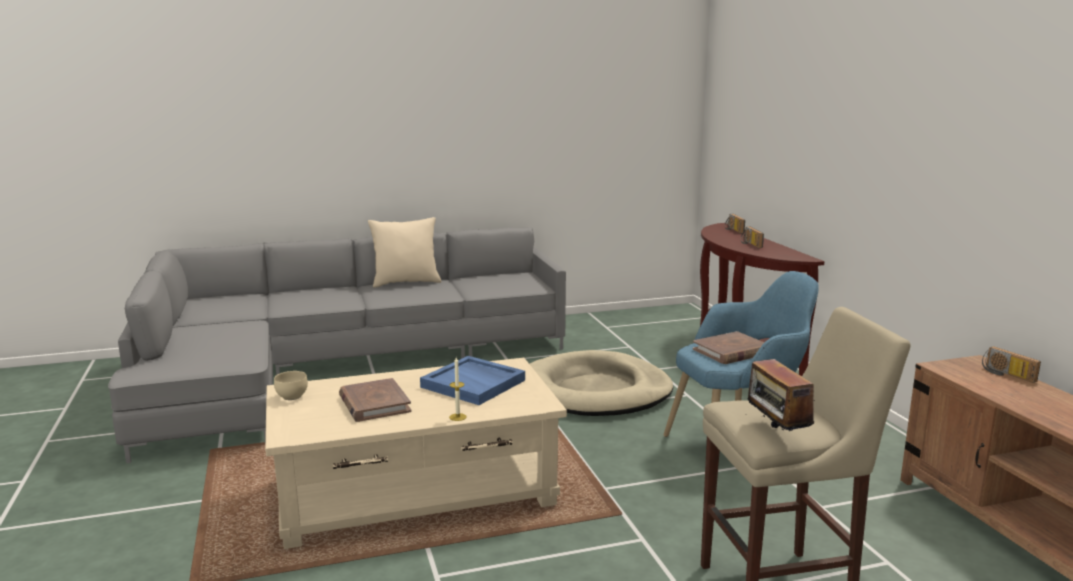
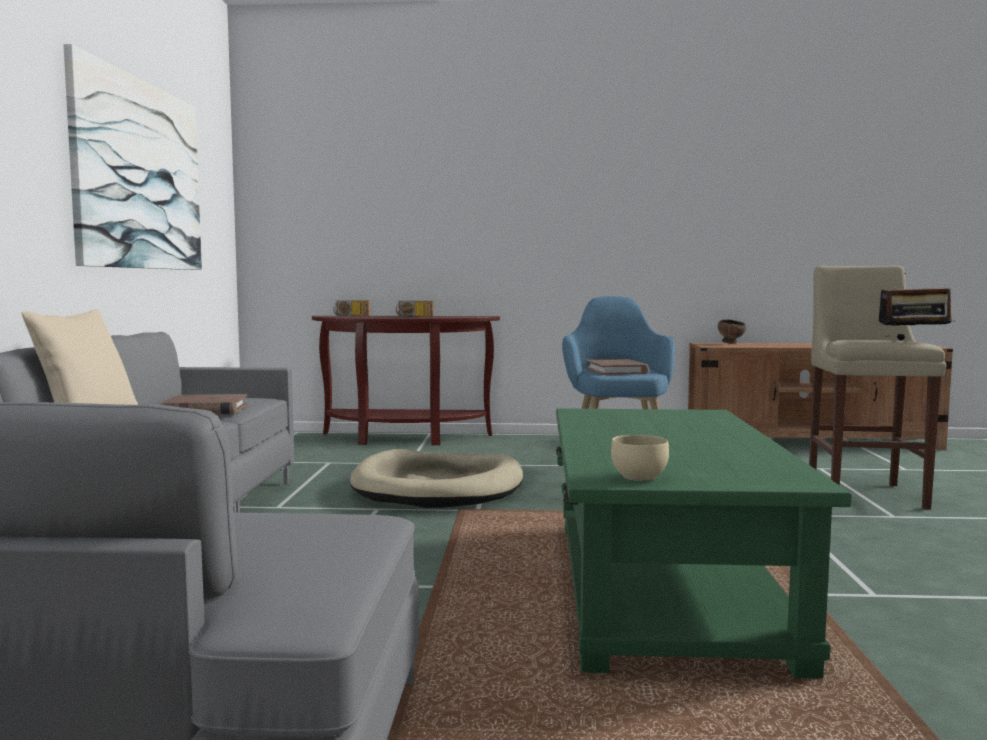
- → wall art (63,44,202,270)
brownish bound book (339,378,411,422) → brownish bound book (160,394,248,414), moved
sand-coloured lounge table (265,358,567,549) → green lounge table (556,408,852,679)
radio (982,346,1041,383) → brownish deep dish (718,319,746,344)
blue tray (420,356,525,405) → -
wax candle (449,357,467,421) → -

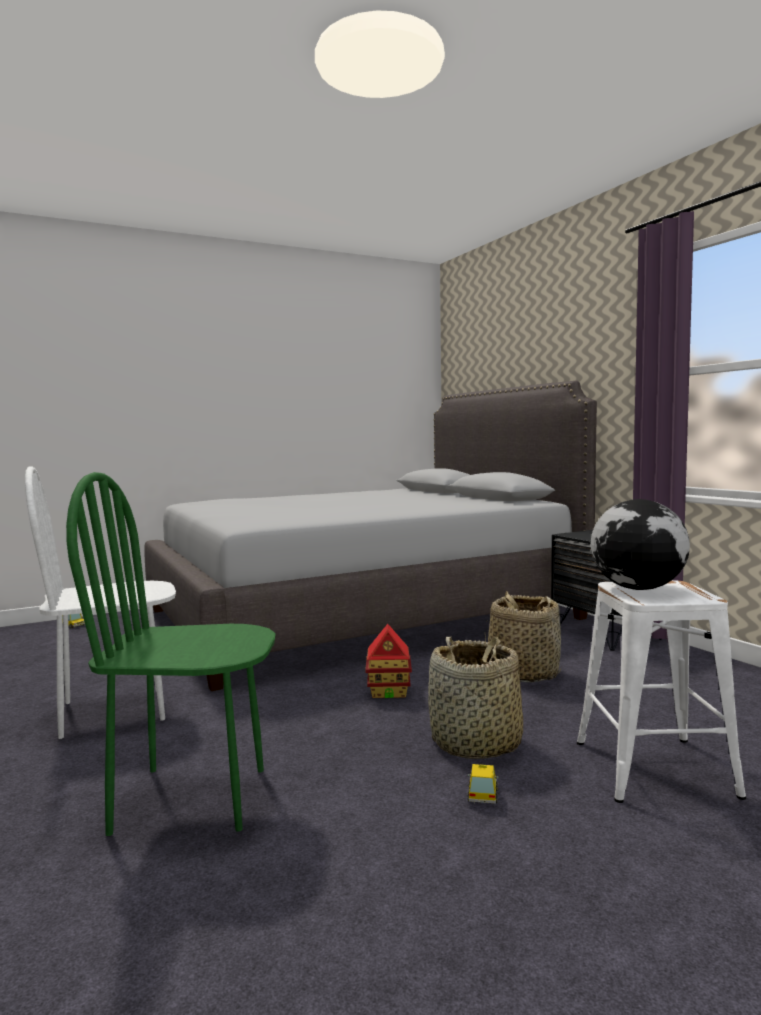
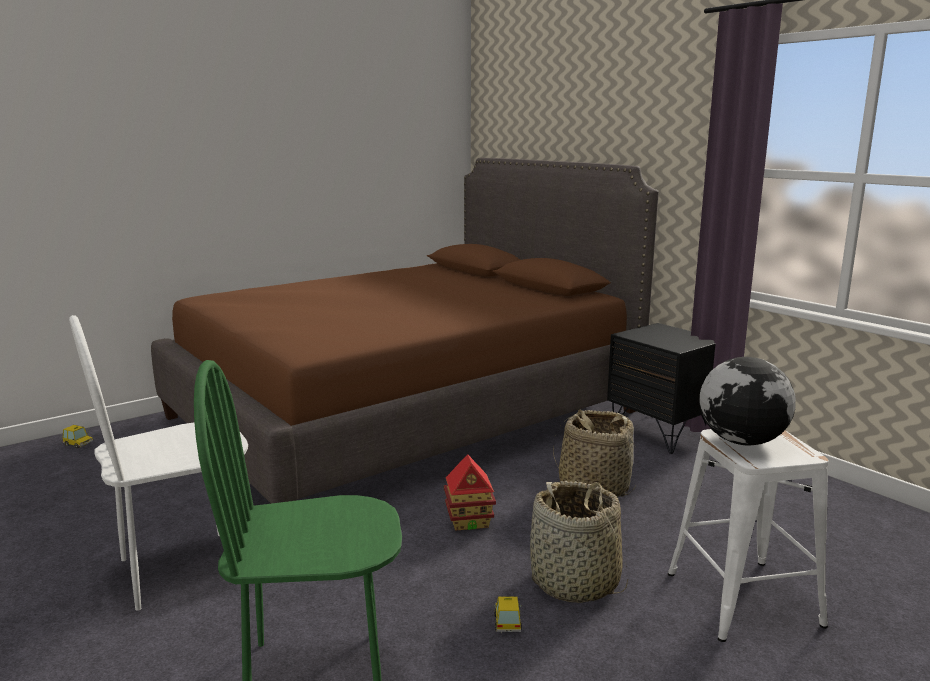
grey bedroom bed (144,381,597,691) → brownish bedroom bed (151,158,659,504)
toy car (467,764,499,804) → toy car (493,596,522,633), moved

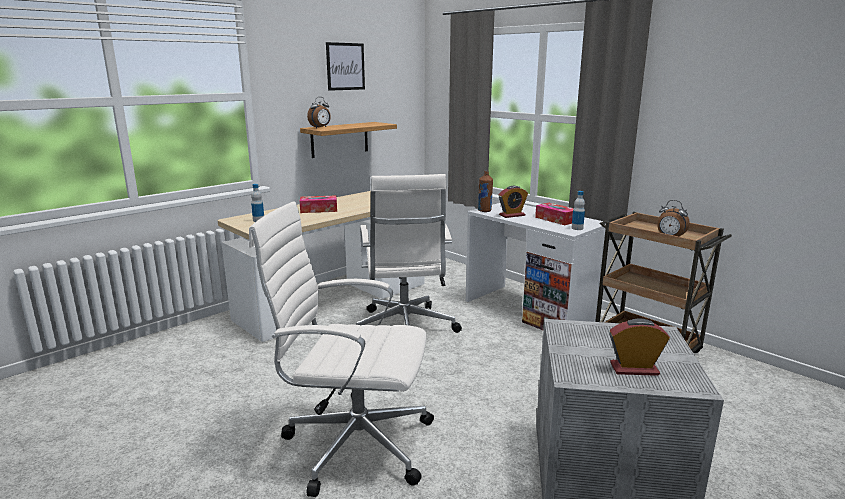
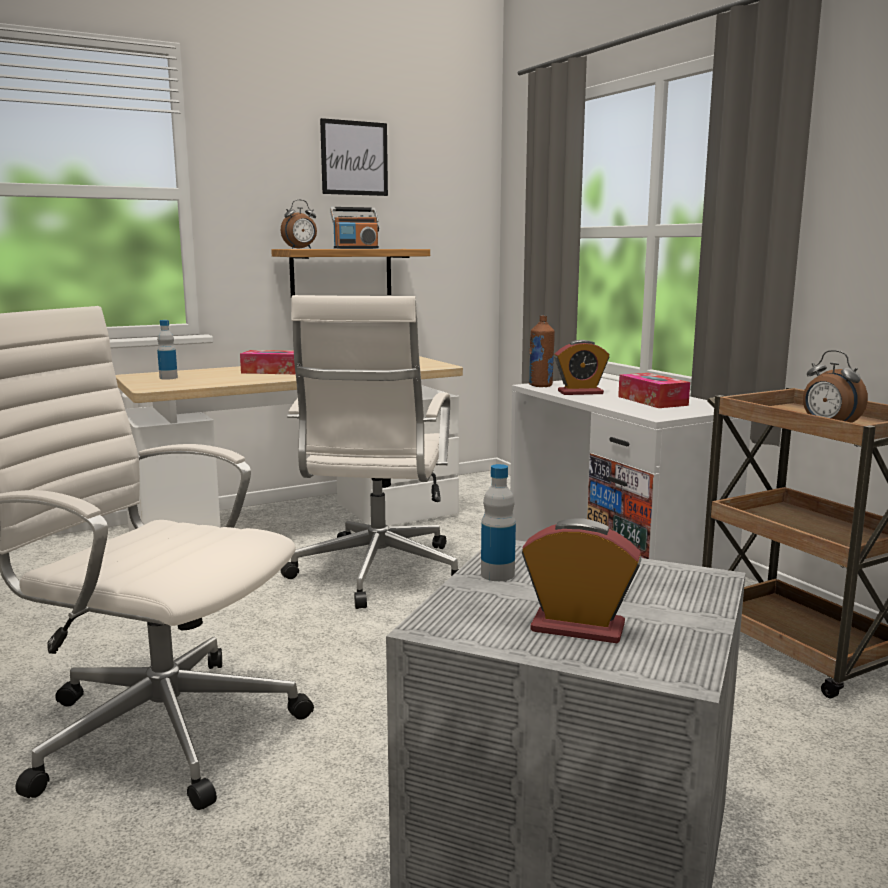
- → radio (330,207,379,249)
drink bottle (572,191,585,230) → drink bottle (481,464,516,581), moved

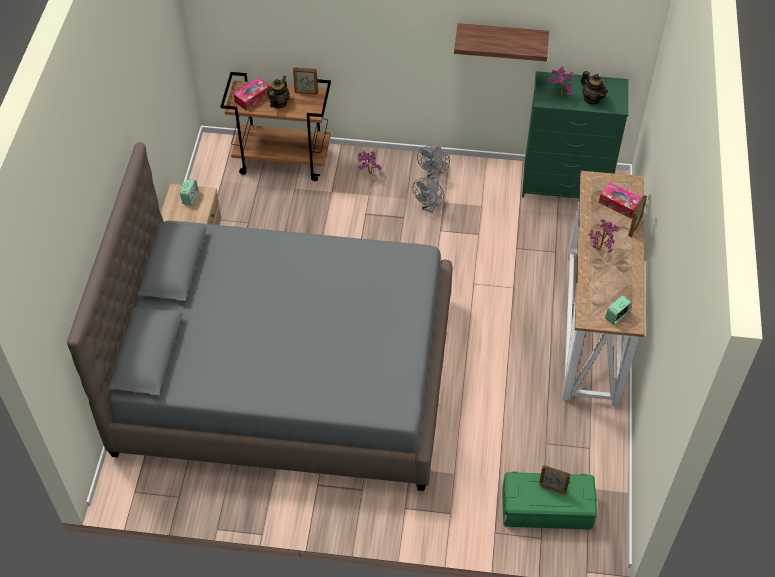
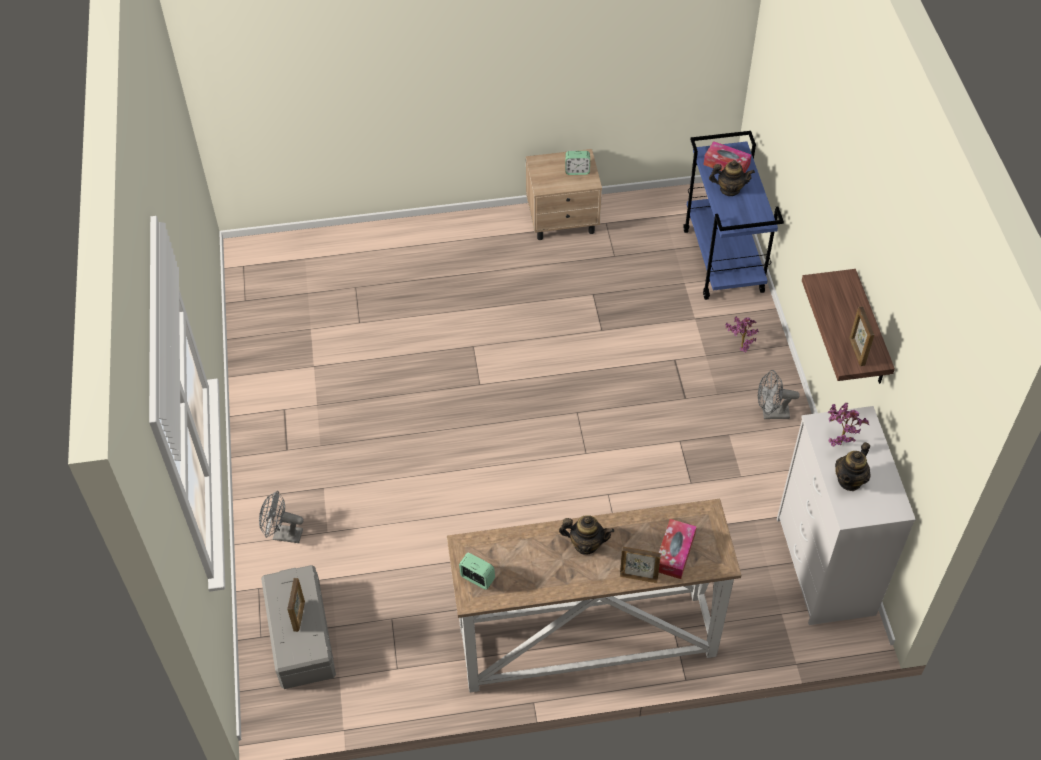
grey electric fan (413,178,444,213) → grey electric fan (259,490,304,543), moved
green storage container (502,472,597,529) → grey storage container (261,565,336,689)
plant in a pot (588,219,620,253) → pot for tea (559,515,614,555)
brownish wheeled cart (220,72,331,181) → blue wheeled cart (683,131,784,300)
green dresser (522,71,629,198) → white-coloured dresser (777,406,916,625)
picture frame (293,67,318,95) → picture frame (849,306,874,366), moved
grey bedroom bed (67,142,453,491) → -

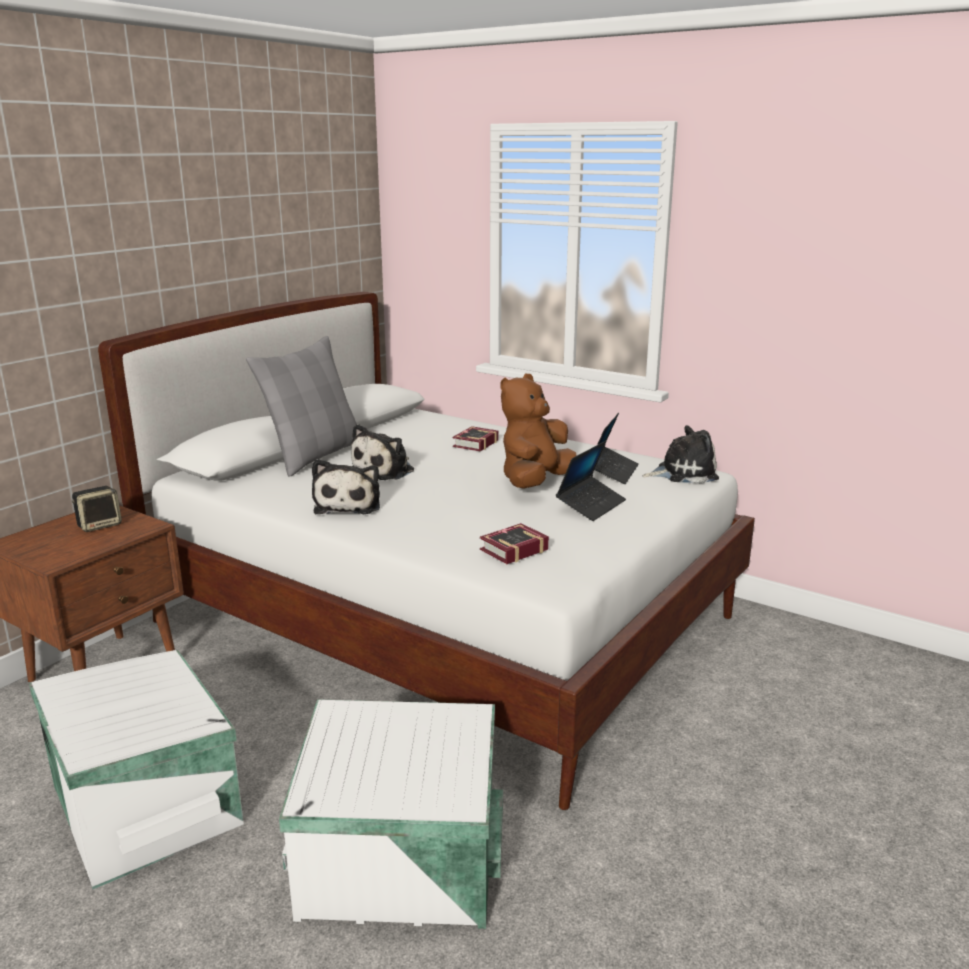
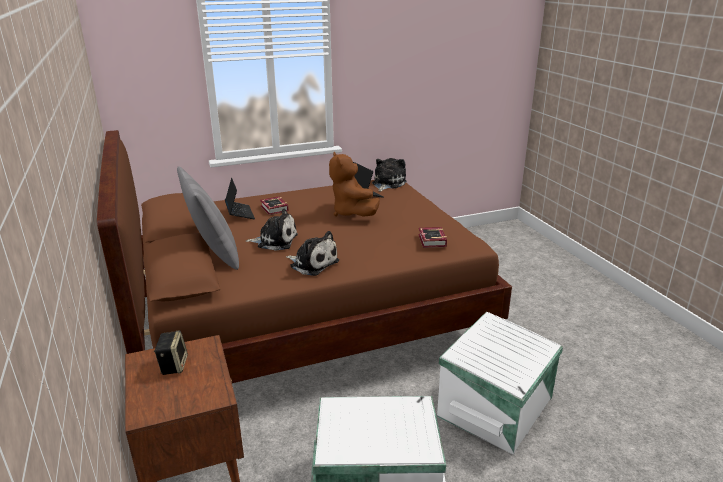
white-coloured bedroom bed (98,292,755,810) → brownish bedroom bed (97,130,512,383)
notebook computer (556,441,626,521) → notebook computer (225,178,255,219), moved
plush toy (351,424,414,480) → plush toy (246,209,298,251), 60 degrees counterclockwise

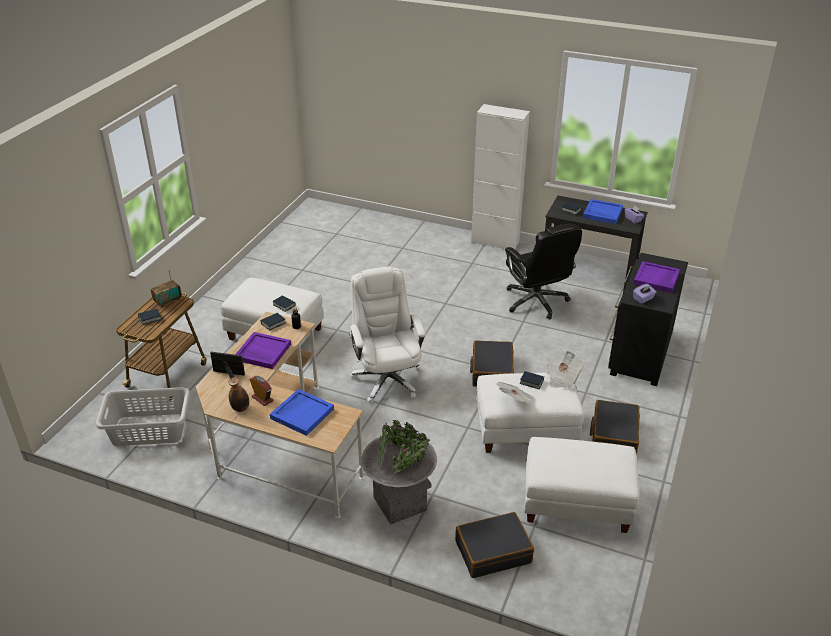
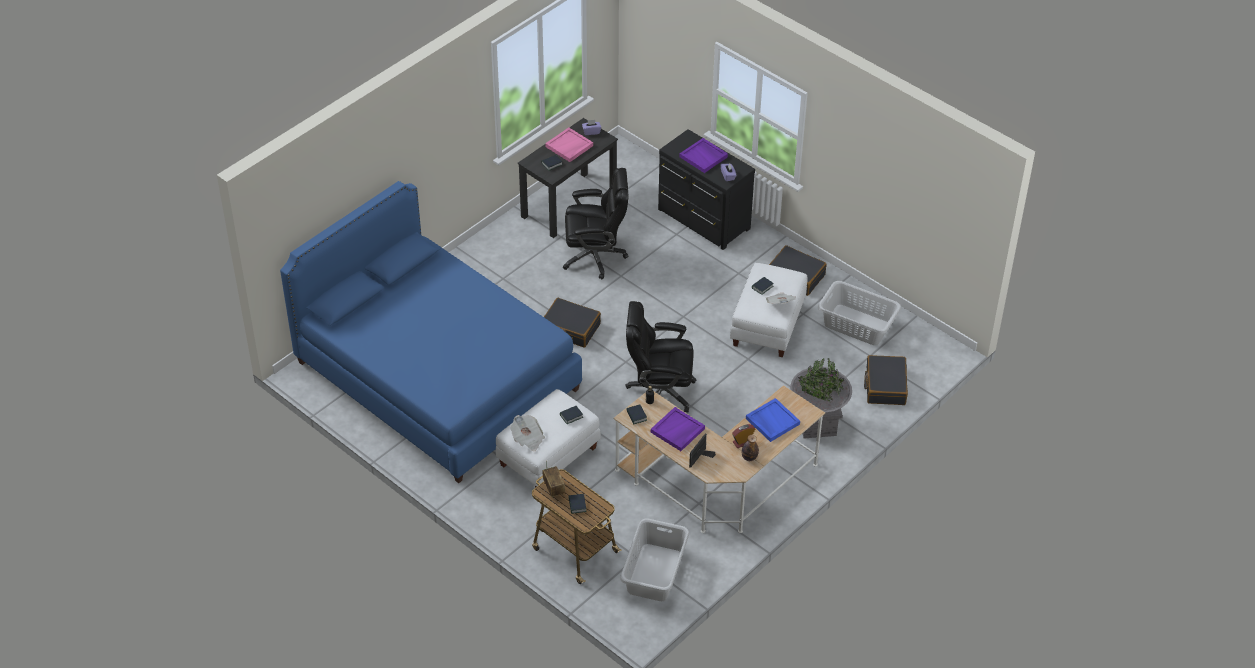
- → blue bedroom bed (280,181,582,483)
newspaper (547,351,584,388) → newspaper (510,415,545,451), moved
black-coloured suitcase (470,340,514,387) → black-coloured suitcase (544,298,601,348), moved
blue tray (583,199,623,224) → pink-coloured tray (545,128,593,162)
white-coloured desk chair (349,266,426,403) → black-coloured desk chair (625,301,697,413)
white-coloured footrest (524,437,640,533) → grey hamper (818,281,901,345)
white-coloured storage cabinet (471,104,530,249) → -

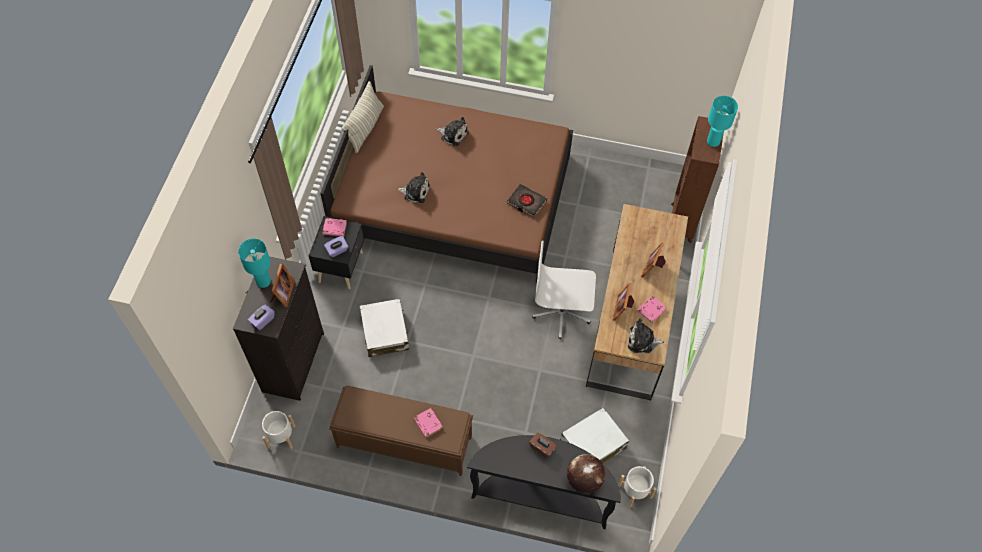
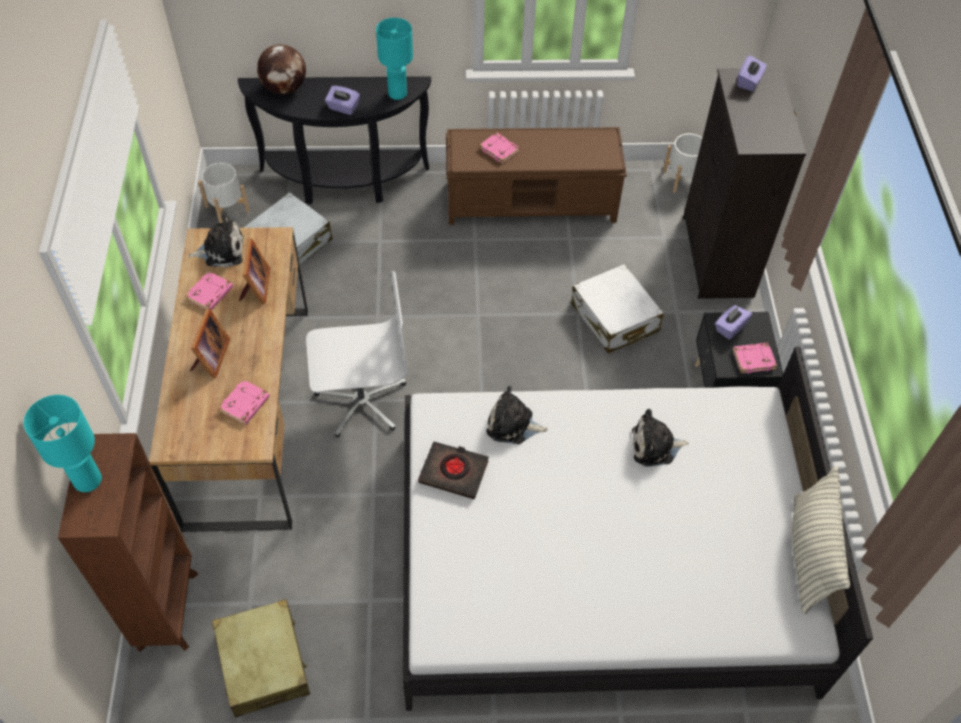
- → sand-coloured suitcase (212,599,310,718)
- → pink-coloured bound book (219,379,270,425)
brownish box of tissues (529,433,556,458) → purplish box of tissues (325,86,360,115)
turquoise tabletop lamp (238,238,271,288) → turquoise tabletop lamp (376,18,413,100), moved
brownish bedroom bed (320,65,573,285) → white-coloured bedroom bed (403,347,873,711)
plush toy (437,117,469,146) → plush toy (486,386,548,444), moved
picture frame (270,263,295,307) → -

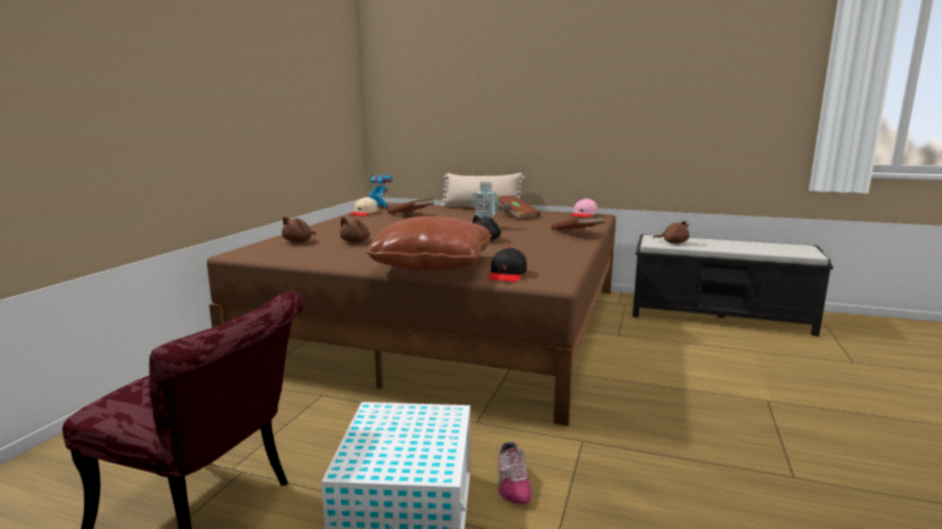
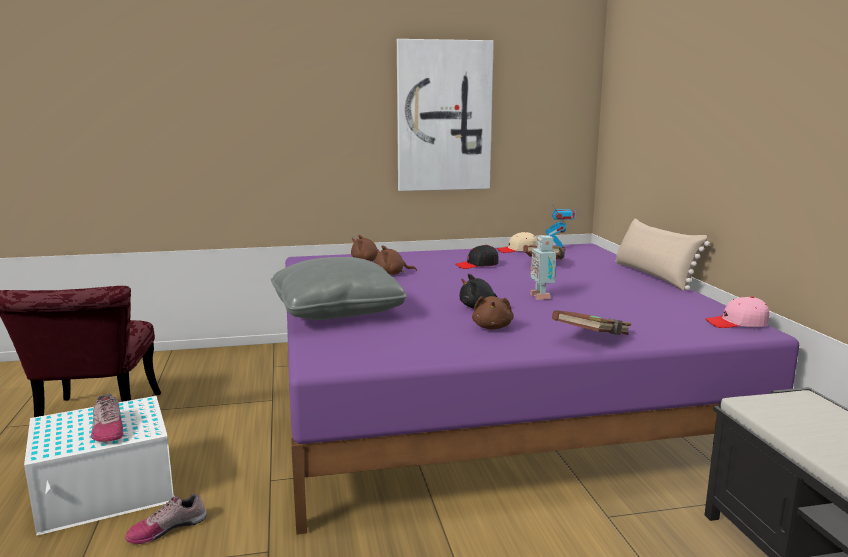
- → shoe (91,394,123,442)
brownish pillow (365,216,492,271) → grey pillow (271,257,407,320)
brownish bedroom bed (207,202,616,426) → purplish bedroom bed (285,243,799,535)
- → wall art (397,39,494,191)
black-coloured baseball cap (489,247,527,282) → black-coloured baseball cap (455,245,499,269), moved
brownish plush toy (653,221,689,244) → brownish plush toy (472,296,513,329), moved
brownish bound book (496,195,541,221) → -

